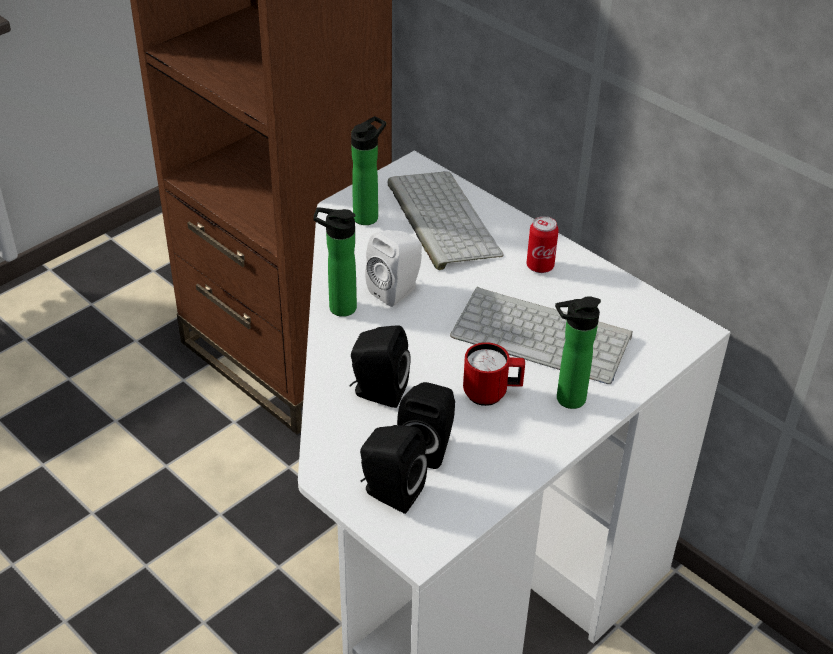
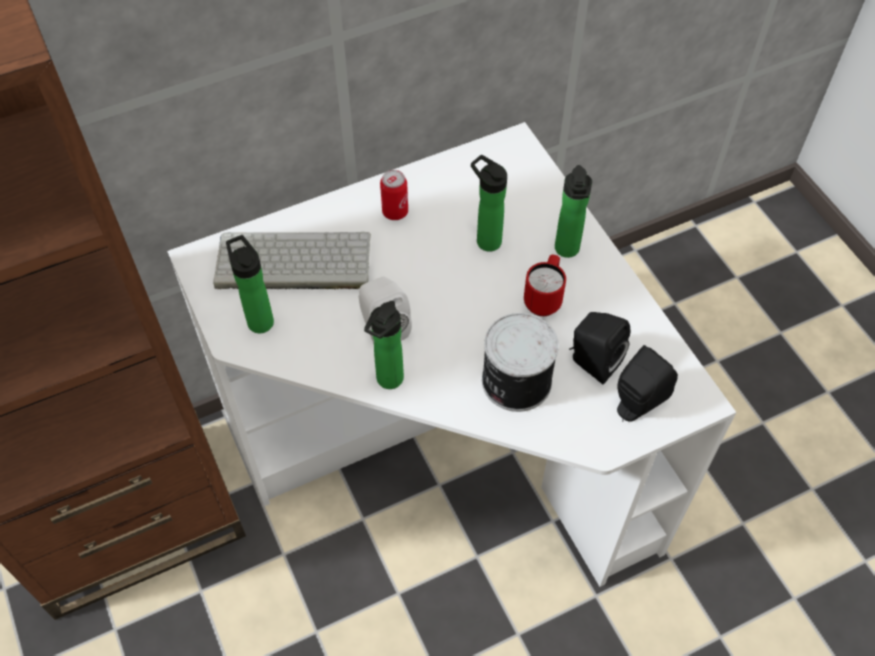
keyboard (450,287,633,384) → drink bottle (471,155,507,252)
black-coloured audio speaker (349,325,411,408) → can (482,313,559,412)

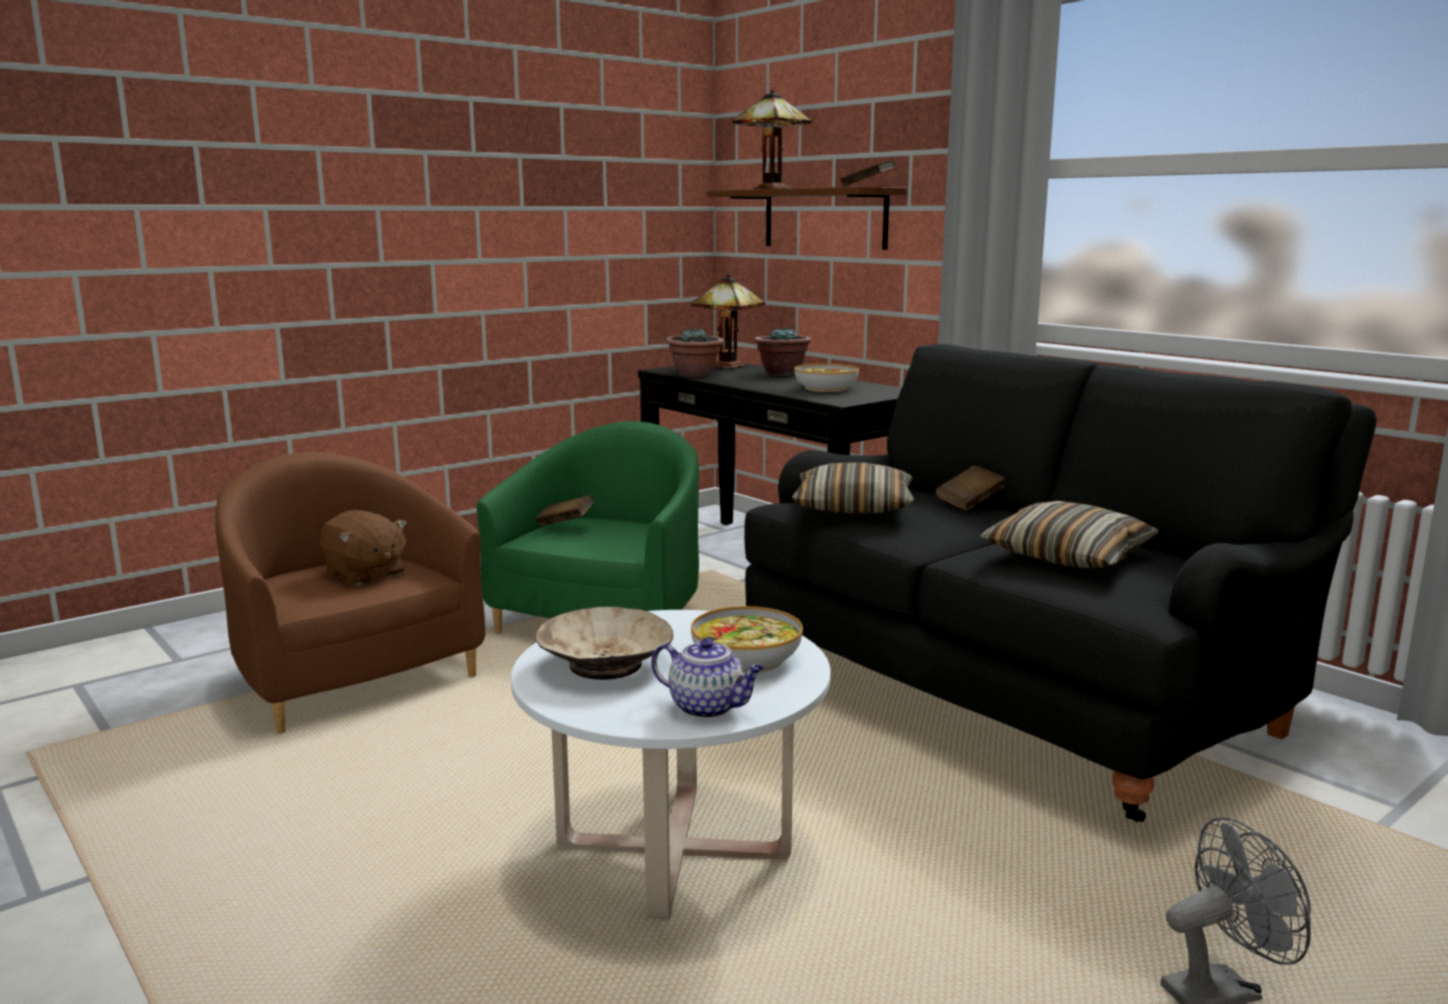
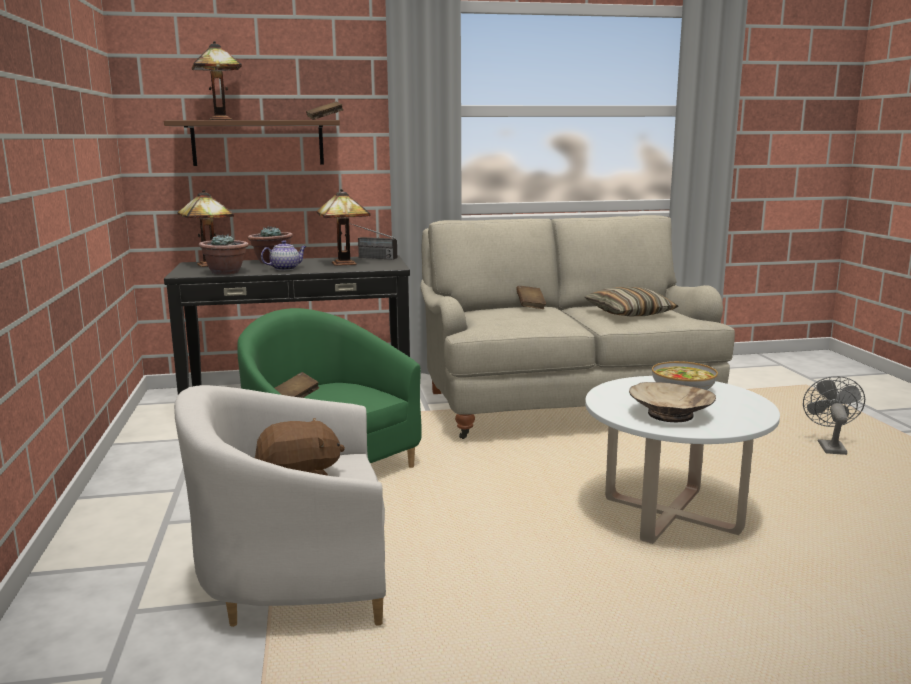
brownish easy chair (215,452,485,734) → white-coloured easy chair (174,385,386,627)
pot for tea (651,638,764,719) → pot for tea (261,240,307,270), moved
deep dish (794,364,859,392) → tabletop lamp (317,189,370,266)
- → radio (349,223,397,260)
black-coloured couch (744,344,1377,823) → sand-coloured couch (420,215,735,439)
pillow (792,462,914,513) → -

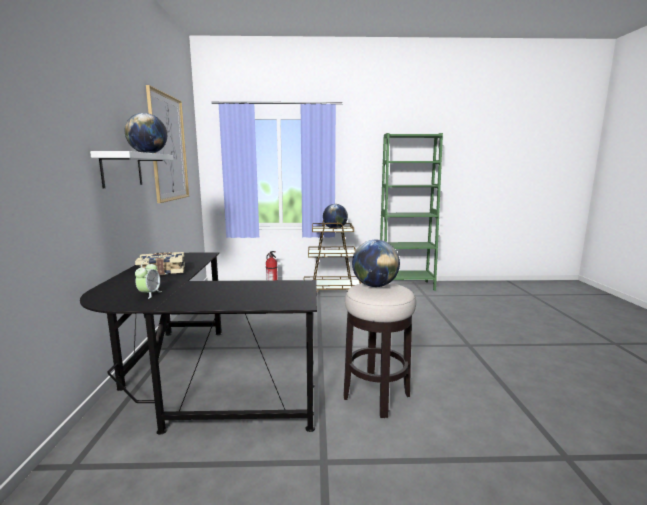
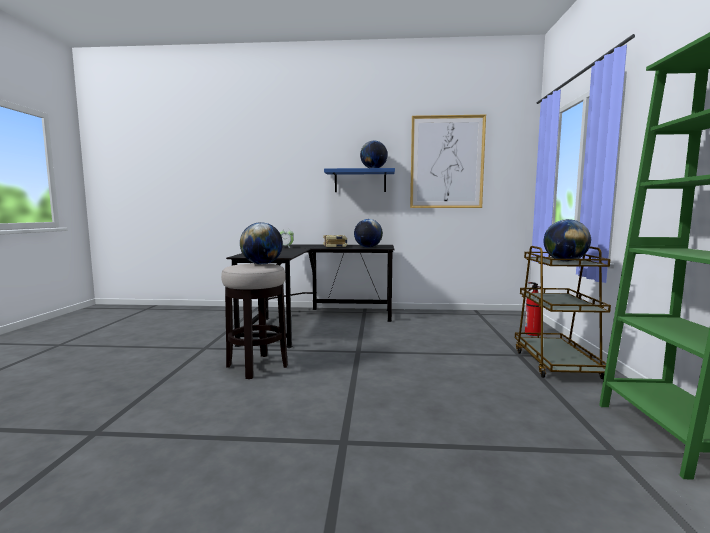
white-coloured shelf (90,151,173,188) → blue shelf (324,168,395,192)
- → world globe (354,219,383,248)

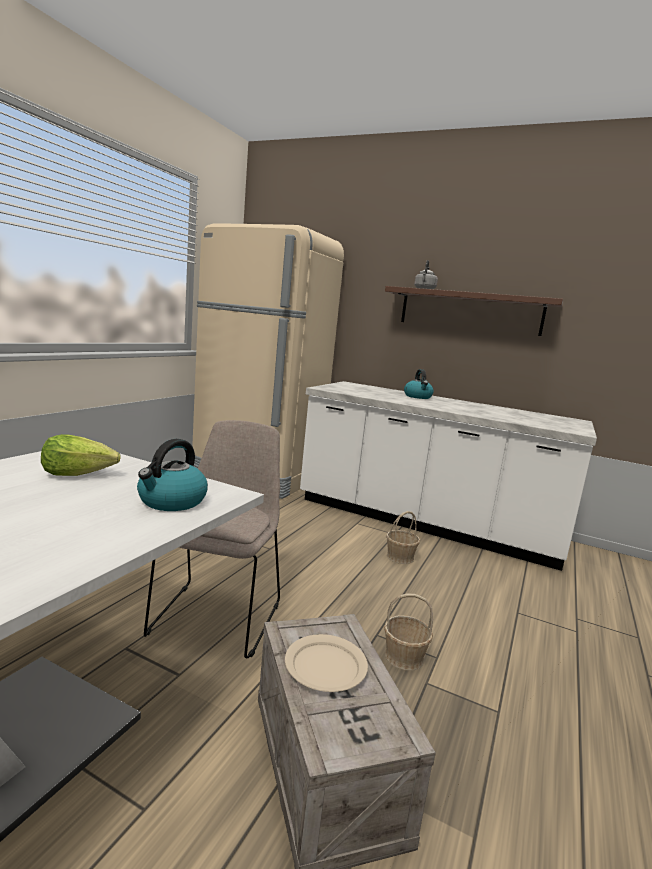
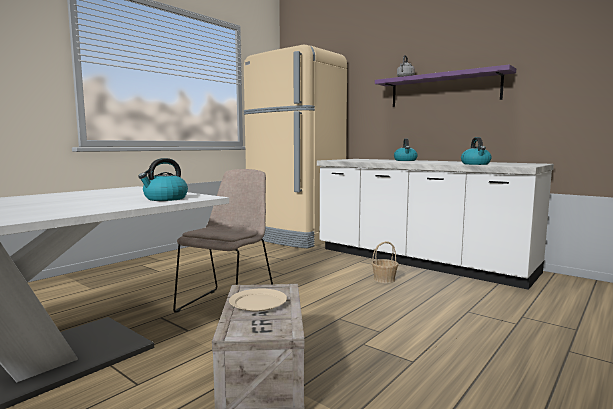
brownish shelf (385,286,563,336) → purplish shelf (375,64,516,107)
- → water kettle (461,137,492,165)
lettuce (41,434,120,476) → -
storage basket (384,594,433,671) → -

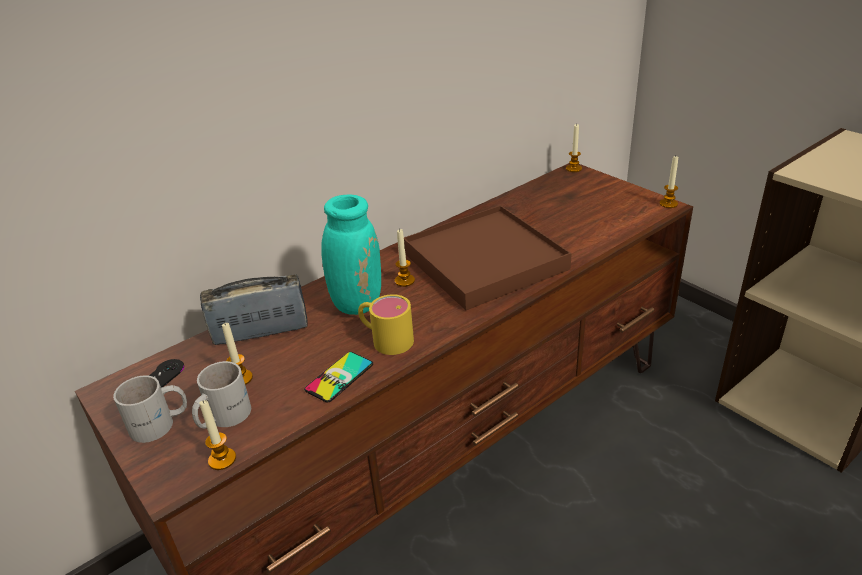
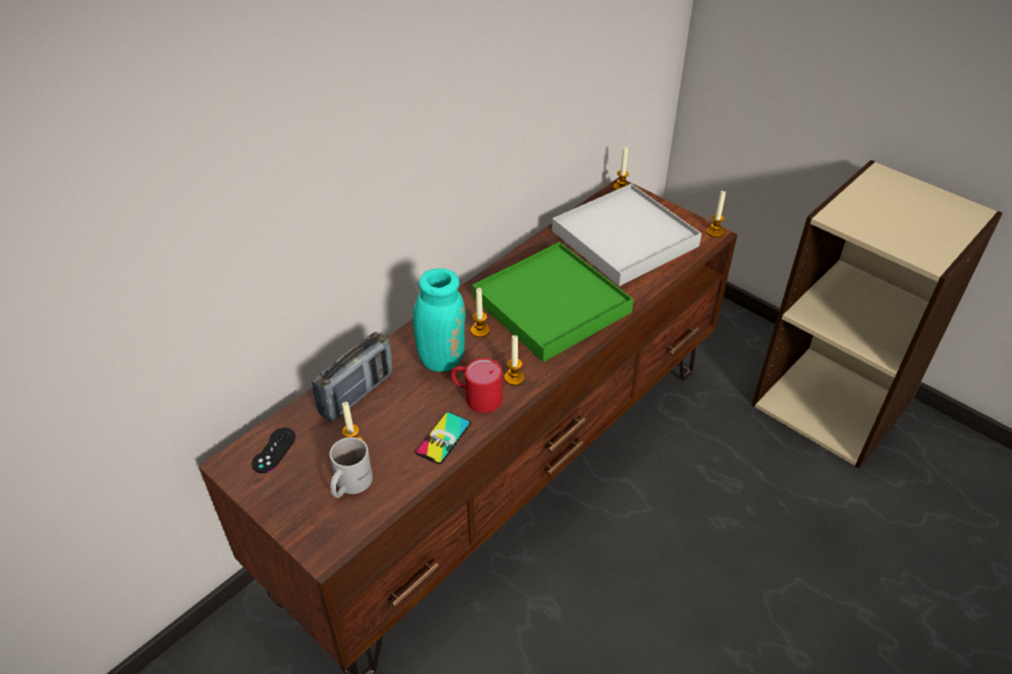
radio (200,274,308,345) → radio (312,332,393,422), 150 degrees clockwise
yellow mug (358,294,414,355) → red mug (451,358,503,413)
brownish tray (404,205,572,310) → green tray (472,242,634,362)
wax candle (199,400,236,470) → wax candle (504,335,525,385), moved
- → white-coloured tray (552,184,702,286)
white-coloured mug (113,375,187,443) → -

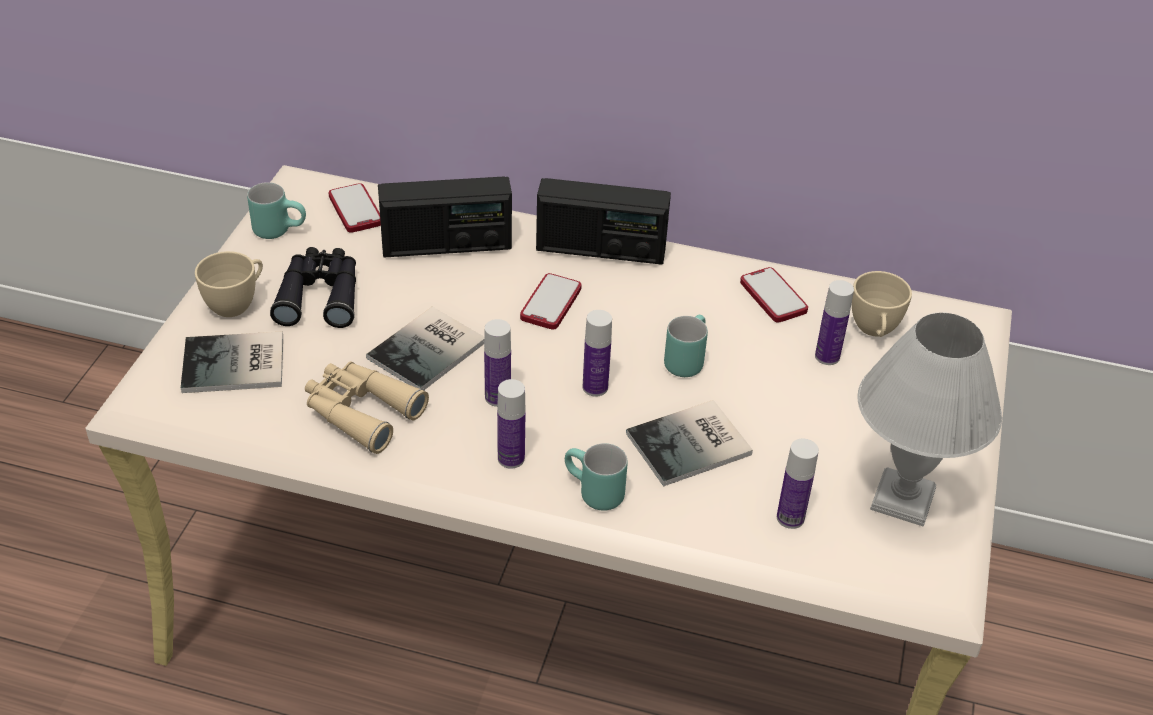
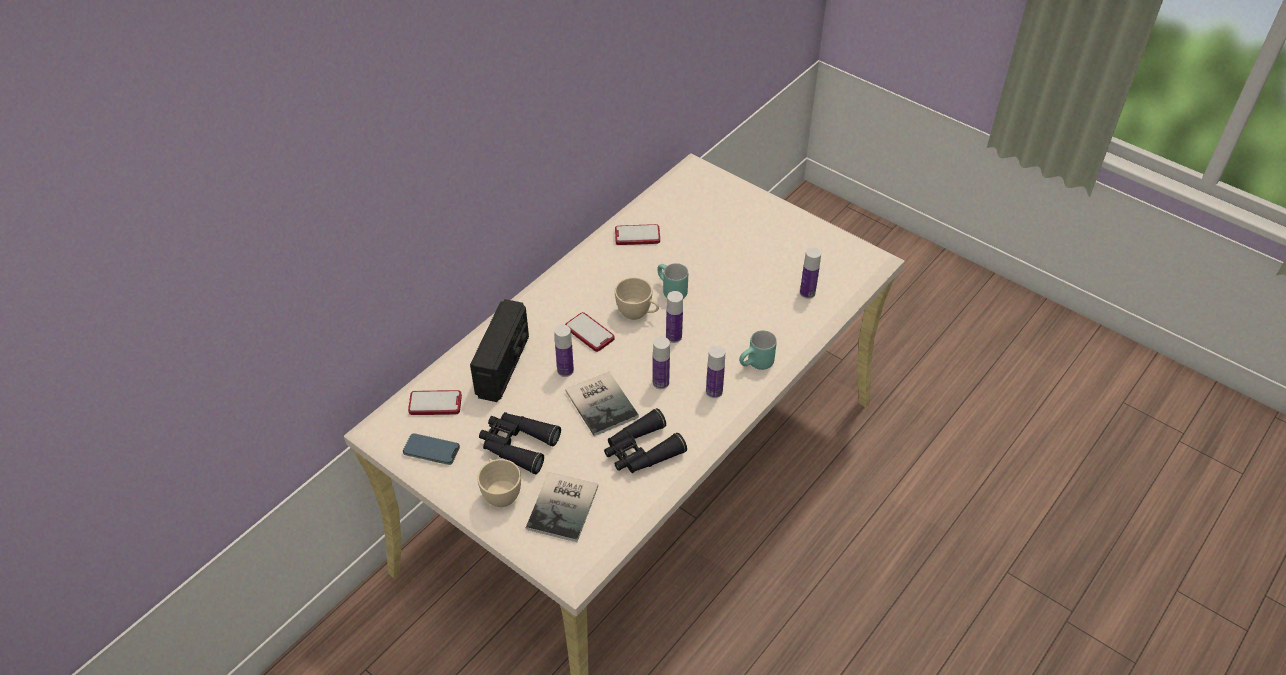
turquoise mug (247,182,306,239) → telephone (403,433,460,465)
drink bottle (815,280,854,365) → drink bottle (554,325,574,377), moved
sand-coloured pair of binoculars (305,361,429,454) → black-coloured pair of binoculars (604,408,687,473)
sand-coloured cup (852,271,912,337) → sand-coloured cup (615,277,659,320), moved
radio (536,178,671,265) → -
bound book (626,400,753,487) → -
white-coloured tabletop lamp (858,313,1002,527) → -

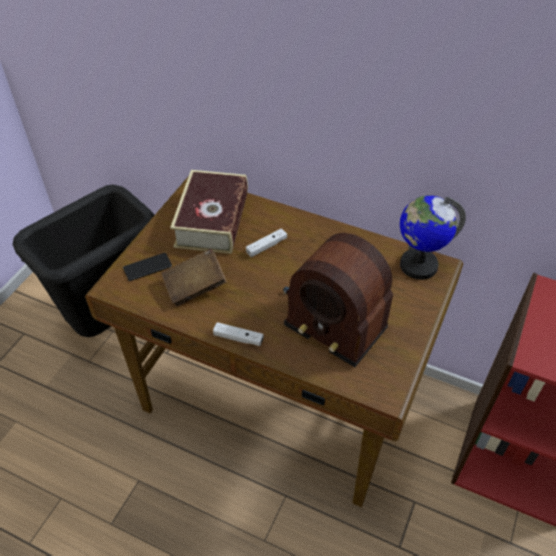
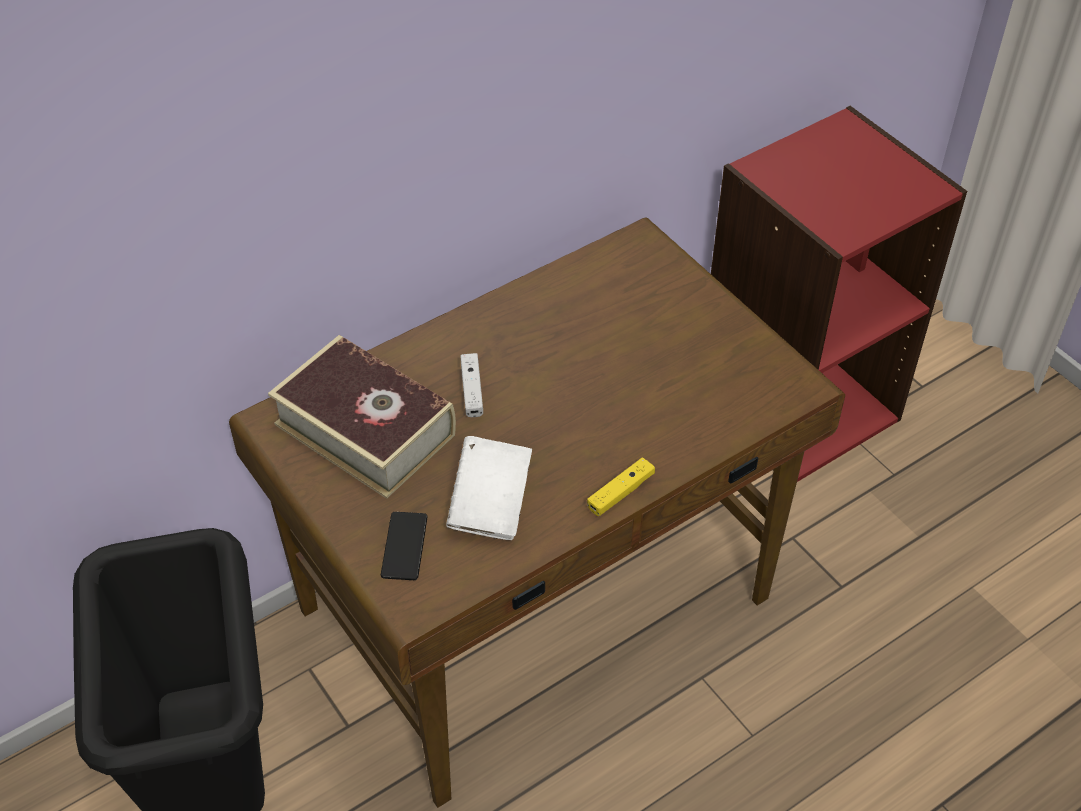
brownish bound book (161,248,227,306) → white-coloured bound book (446,436,532,540)
white-coloured gamepad (213,322,264,346) → yellow gamepad (587,457,655,516)
radio (283,233,393,367) → -
world globe (400,195,466,280) → -

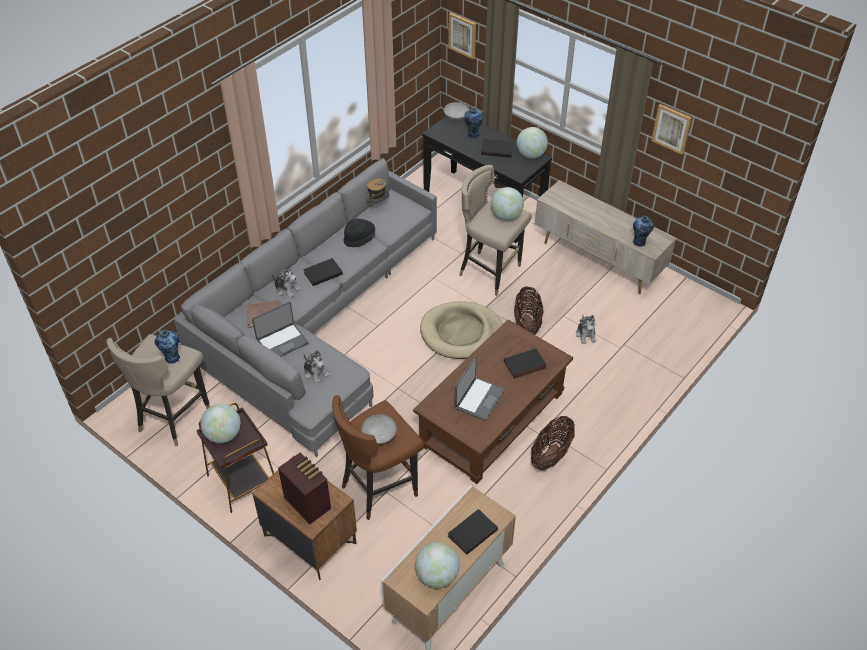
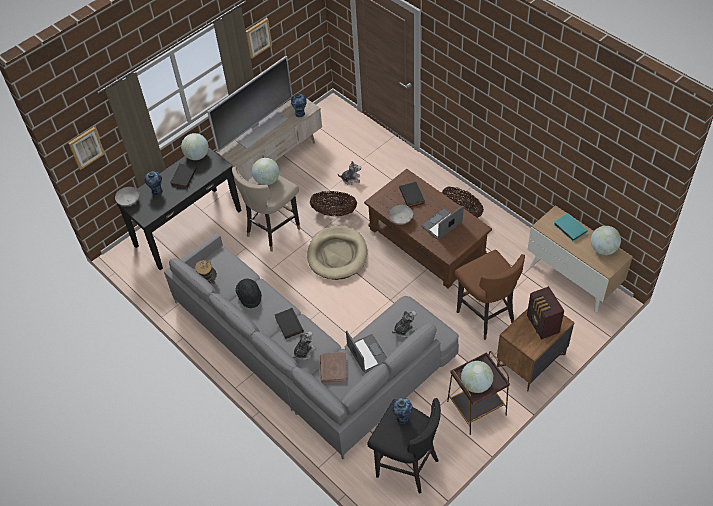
- → TV (207,56,293,152)
sand-coloured sitting stool (107,334,210,446) → black-coloured sitting stool (367,398,441,494)
grey deep dish (361,415,397,444) → grey deep dish (389,205,413,225), moved
notebook computer (455,356,505,421) → notebook computer (421,205,464,240), 75 degrees counterclockwise
radio (278,452,331,524) → radio (527,286,564,339), 75 degrees counterclockwise
black-coloured bound book (448,509,498,555) → turquoise bound book (554,213,588,242)

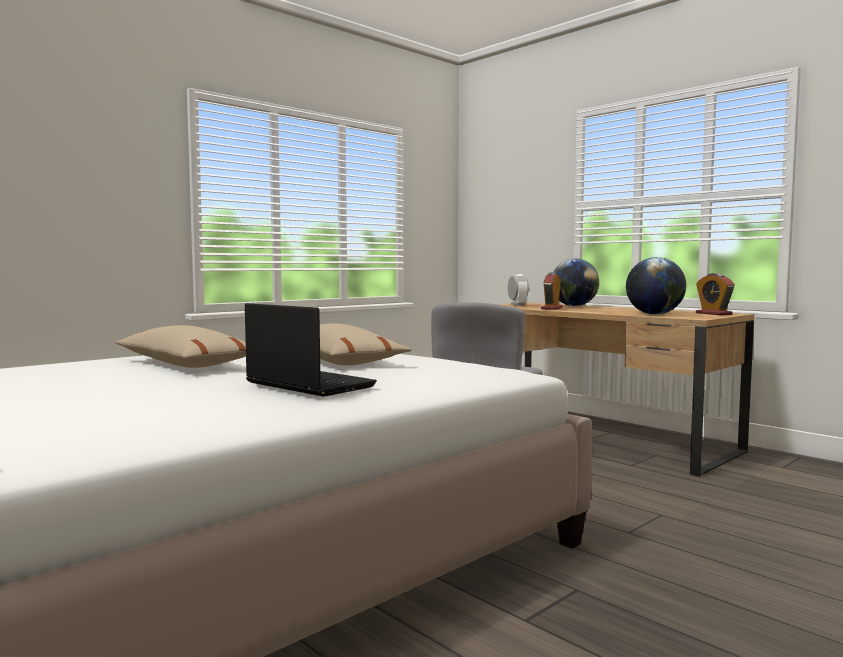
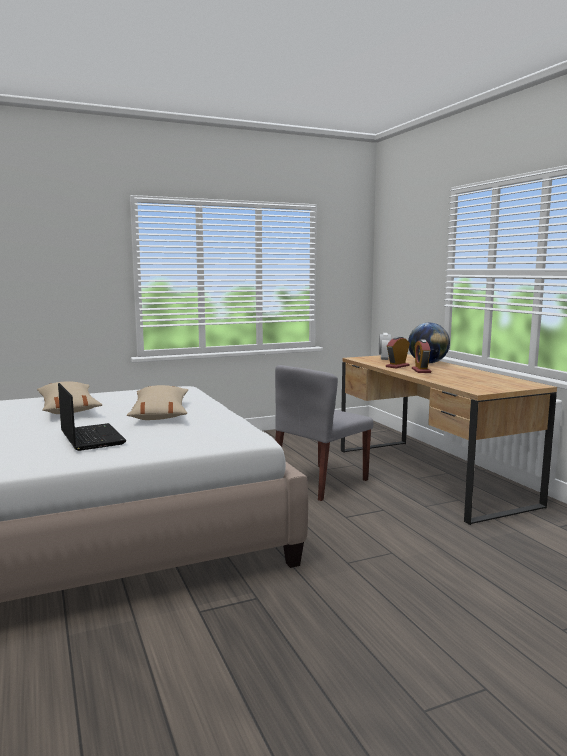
bedside clock (696,273,735,315) → bedside clock (412,339,431,373), moved
world globe (626,257,686,315) → -

